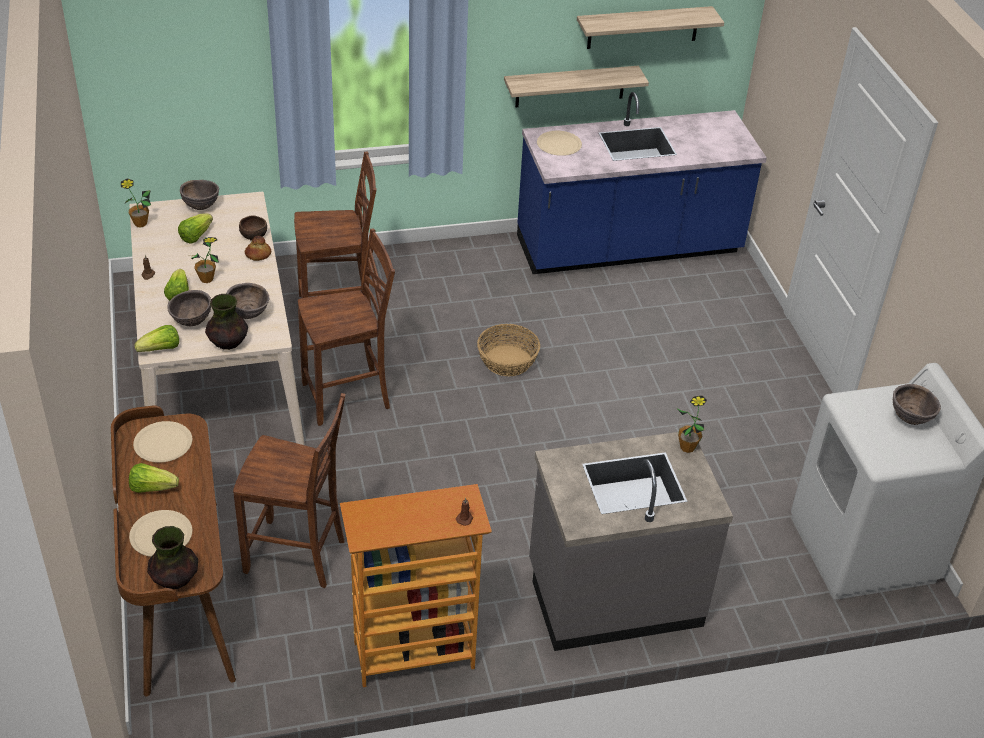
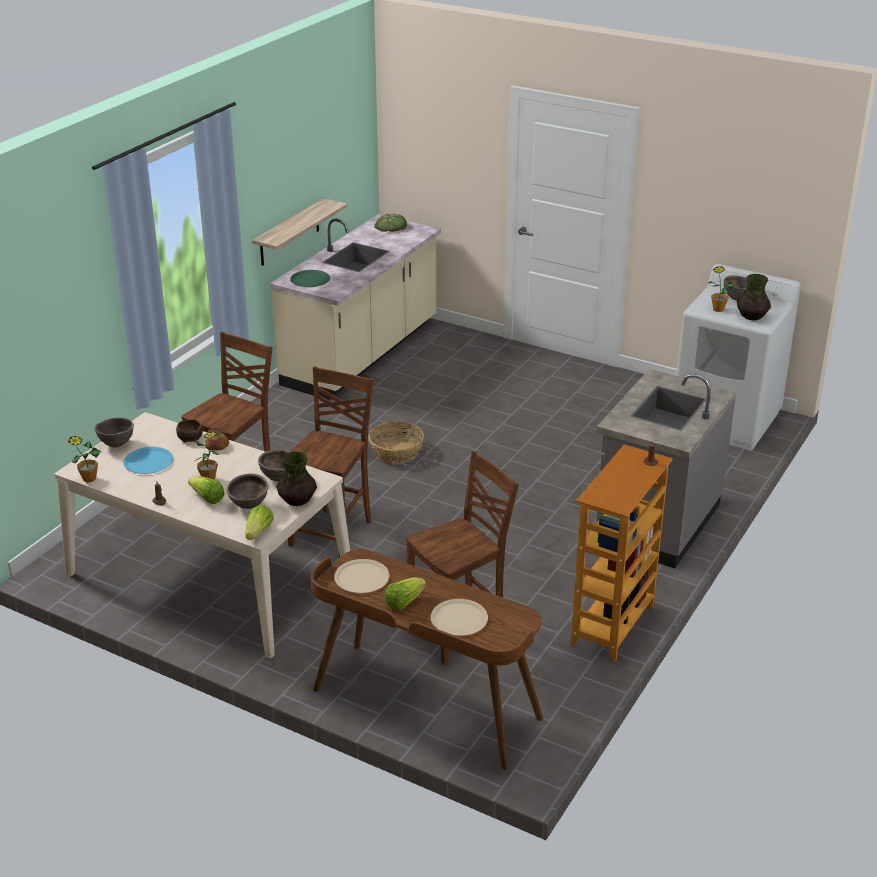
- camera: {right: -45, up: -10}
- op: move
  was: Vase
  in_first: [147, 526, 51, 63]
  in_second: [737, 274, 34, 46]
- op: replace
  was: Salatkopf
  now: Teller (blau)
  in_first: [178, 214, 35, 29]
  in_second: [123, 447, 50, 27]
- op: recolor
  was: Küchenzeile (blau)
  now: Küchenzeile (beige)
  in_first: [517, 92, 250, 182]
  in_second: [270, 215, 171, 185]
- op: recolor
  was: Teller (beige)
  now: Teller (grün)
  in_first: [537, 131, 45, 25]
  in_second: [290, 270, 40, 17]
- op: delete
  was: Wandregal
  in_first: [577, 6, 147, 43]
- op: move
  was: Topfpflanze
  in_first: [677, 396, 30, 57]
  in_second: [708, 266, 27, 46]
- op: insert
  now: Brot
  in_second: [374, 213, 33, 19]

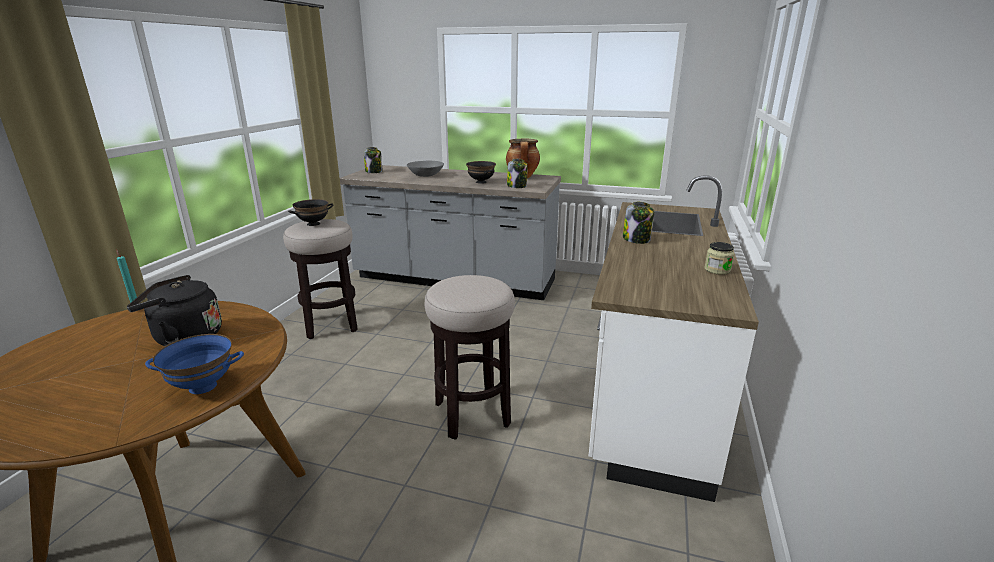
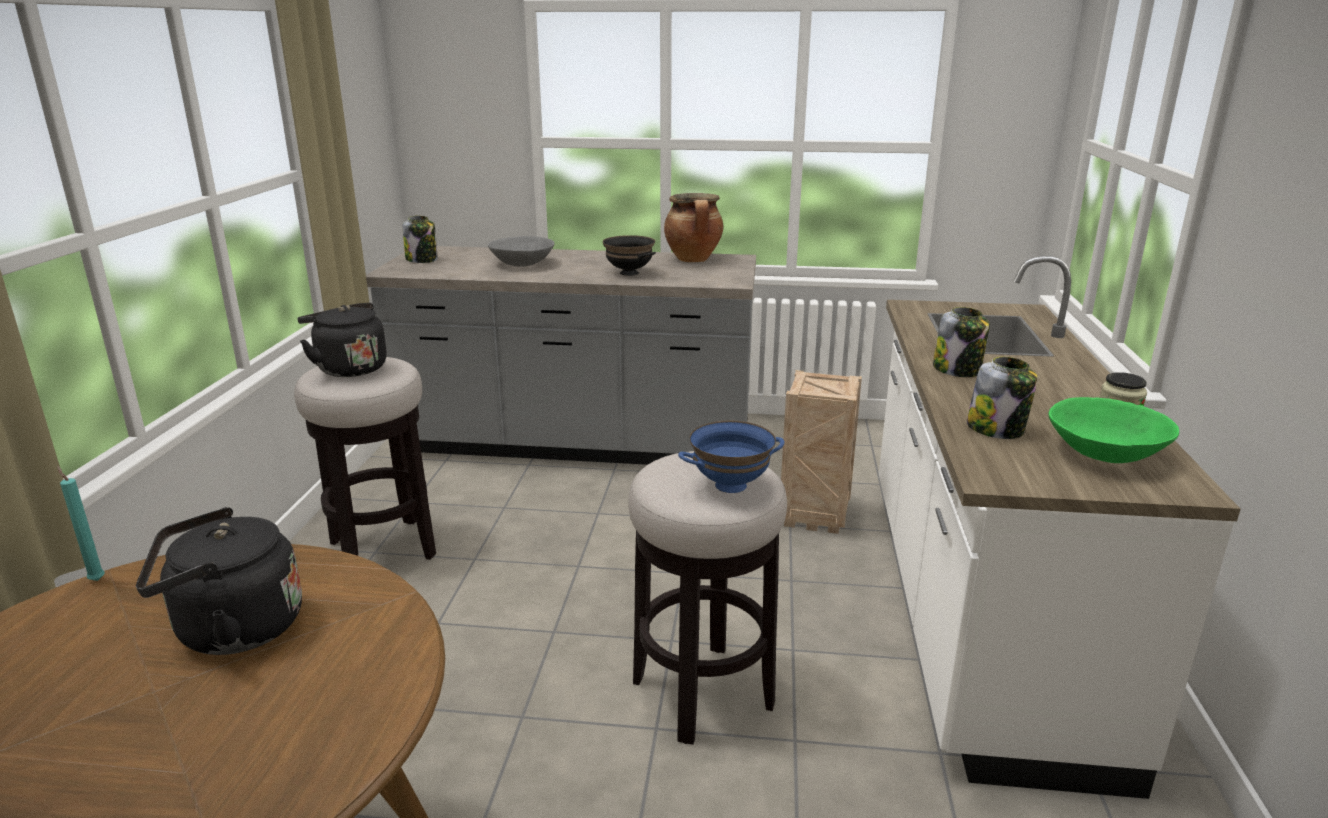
- camera: {right: -10, up: 0}
- op: move
  was: Schüssel (blau)
  in_first: [145, 334, 99, 60]
  in_second: [678, 421, 106, 72]
- op: replace
  was: Schüssel (schwarz)
  now: Wasserkessel (schwarz)
  in_first: [288, 199, 45, 27]
  in_second: [297, 303, 90, 74]
- op: move
  was: Vorratsglas
  in_first: [507, 159, 21, 29]
  in_second: [967, 357, 71, 82]
- op: insert
  now: Kiste
  in_second: [781, 370, 81, 164]
- op: insert
  now: Schüssel (grün)
  in_second: [1048, 397, 131, 66]

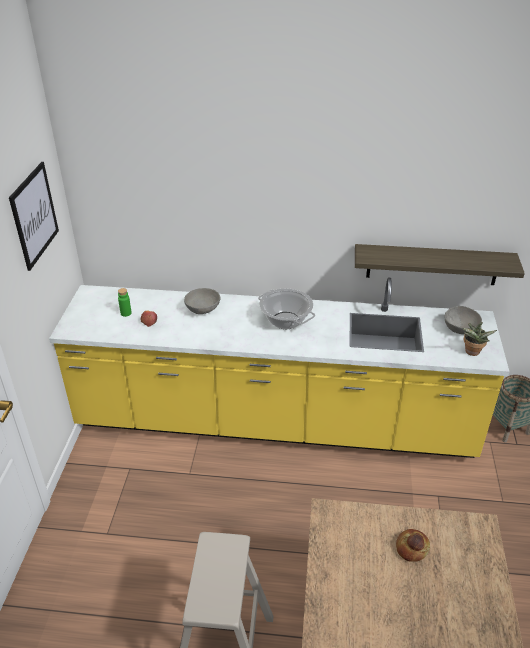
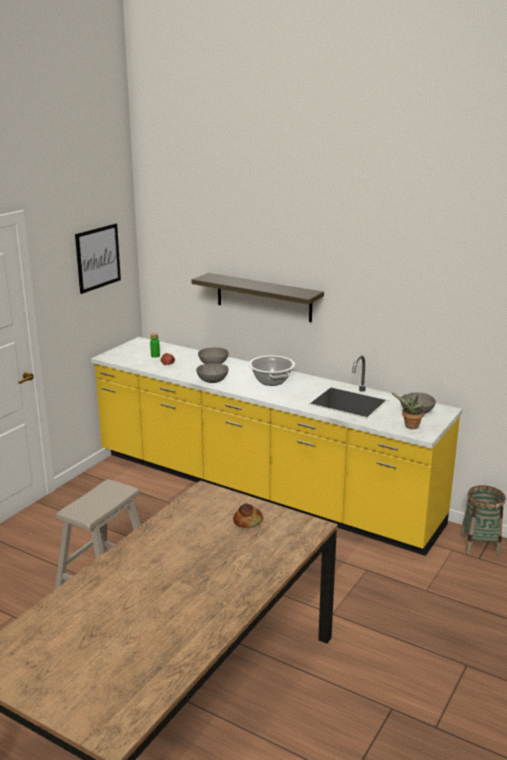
- camera: {right: 25, up: -15}
- op: move
  was: Wandregal
  in_first: [355, 244, 170, 41]
  in_second: [191, 273, 133, 49]
- op: insert
  now: Schüssel (grau)
  in_second: [196, 363, 33, 20]

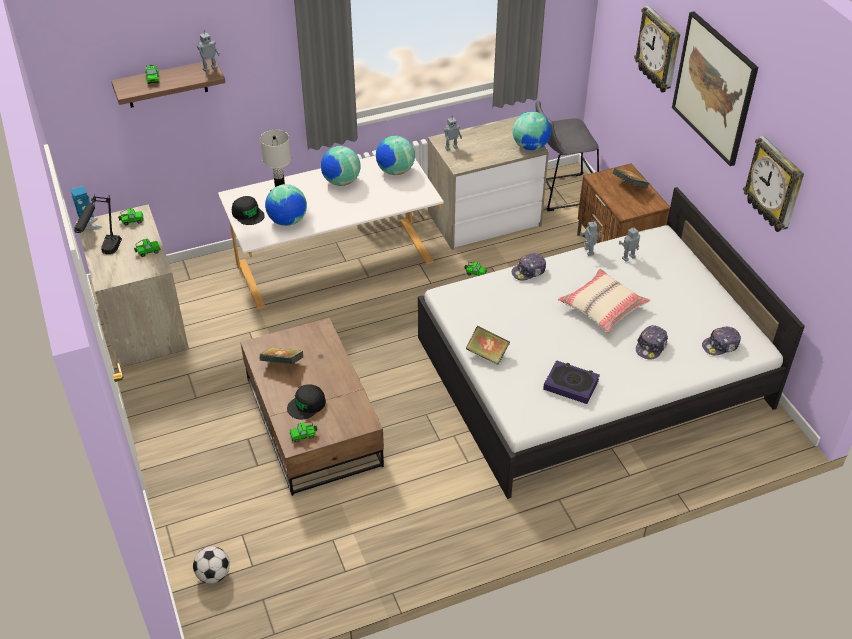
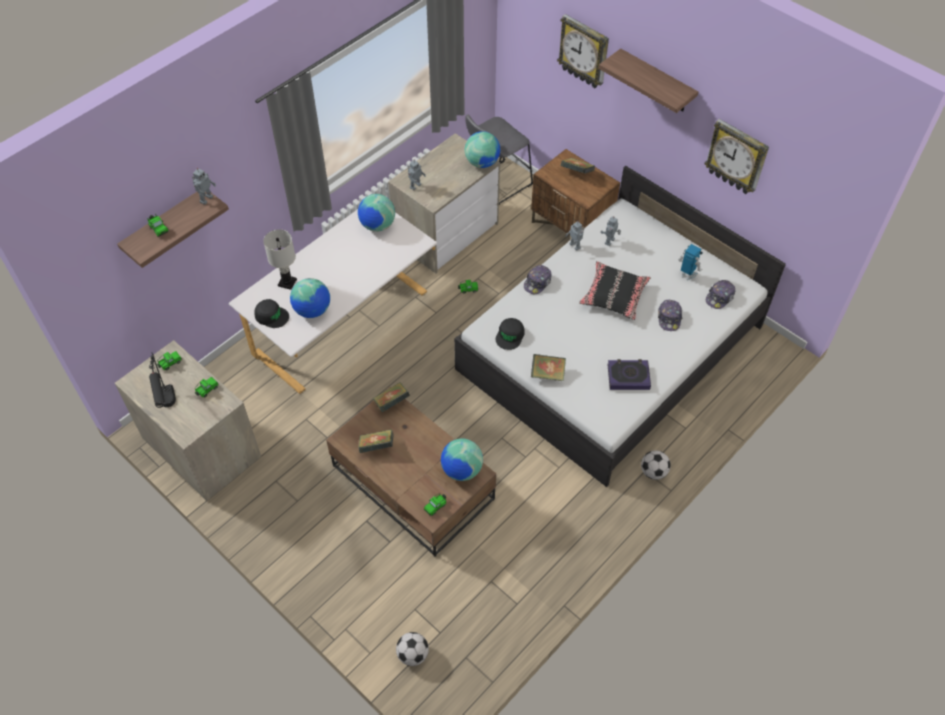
- camera: {right: -25, up: 10}
- op: move
  was: Spielzeugroboter
  in_first: [70, 186, 32, 44]
  in_second: [678, 244, 25, 36]
- op: move
  was: Kappe (schwarz)
  in_first: [287, 384, 39, 35]
  in_second: [496, 318, 29, 32]
- op: move
  was: Globus
  in_first: [321, 146, 40, 40]
  in_second: [441, 439, 42, 42]
- op: recolor
  was: Kissen (beige)
  now: Kissen (schwarz)
  in_first: [558, 269, 92, 64]
  in_second: [579, 261, 72, 59]
- op: replace
  was: Bild
  now: Wandregal
  in_first: [672, 11, 87, 155]
  in_second: [599, 48, 99, 65]
- op: insert
  now: Buch
  in_second: [373, 382, 37, 30]
- op: insert
  now: Fußball
  in_second: [641, 450, 30, 30]

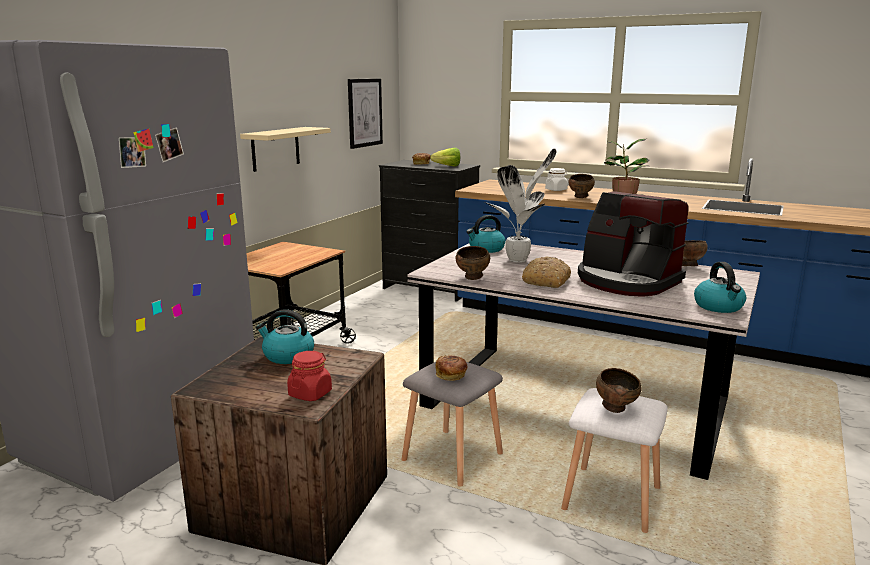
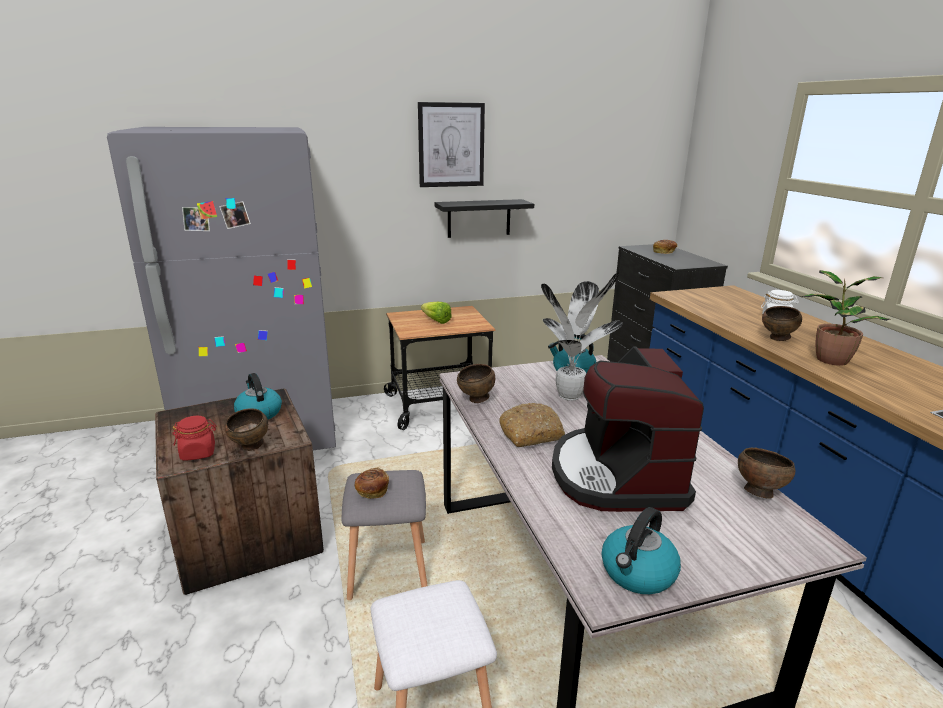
- camera: {right: 45, up: 5}
- op: recolor
  was: Wandregal (beige)
  now: Wandregal (schwarz)
  in_first: [240, 127, 91, 45]
  in_second: [435, 199, 99, 39]
- op: move
  was: Bild
  in_first: [348, 79, 35, 70]
  in_second: [418, 102, 67, 85]
- op: move
  was: Salatkopf
  in_first: [430, 148, 30, 19]
  in_second: [421, 301, 31, 23]
- op: move
  was: Schüssel (braun)
  in_first: [596, 368, 45, 45]
  in_second: [225, 408, 43, 43]

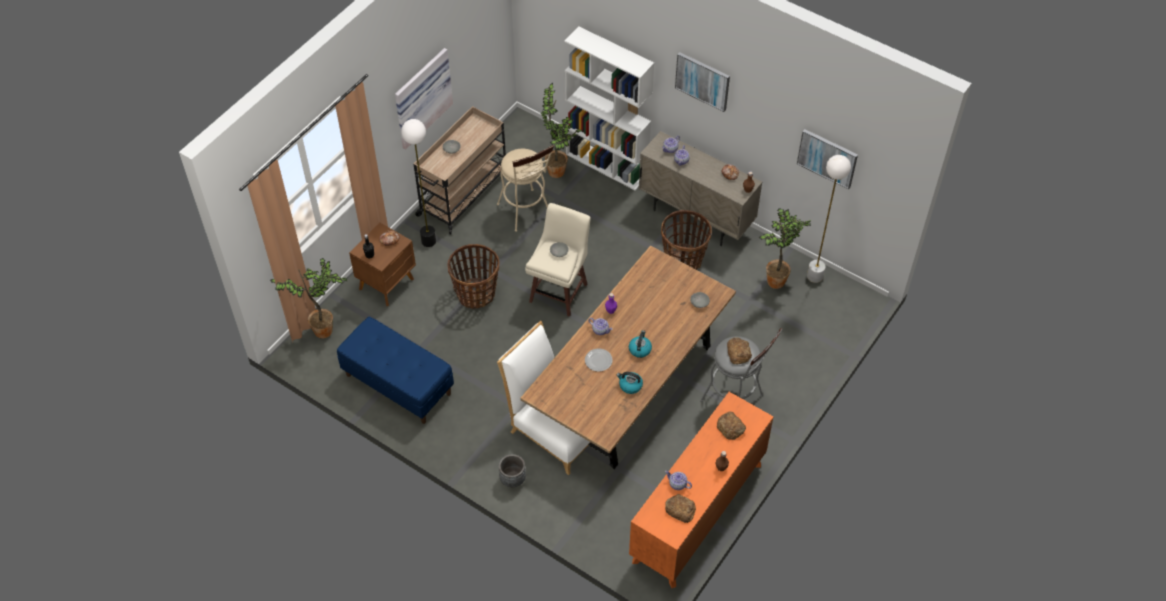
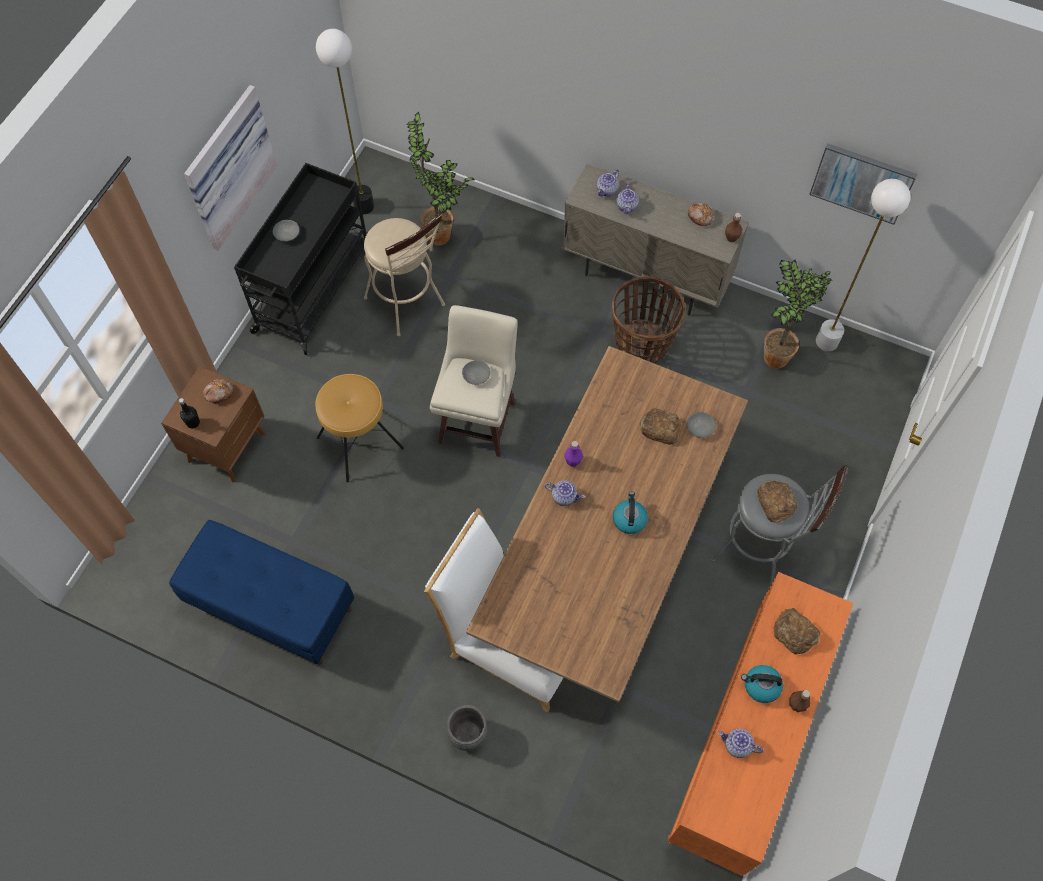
- camera: {right: -10, up: 10}
- op: delete
  was: Topfpflanze
  in_first: [270, 258, 77, 80]
- op: move
  was: Stehlampe
  in_first: [401, 119, 35, 128]
  in_second: [316, 29, 58, 185]
- op: recolor
  was: Rollwagen (beige)
  now: Rollwagen (schwarz)
  in_first: [414, 106, 92, 129]
  in_second: [234, 163, 133, 192]
- op: replace
  was: Korb
  now: Hocker (braun)
  in_first: [447, 244, 52, 65]
  in_second: [315, 374, 89, 108]
- op: delete
  was: Bücherregal (weiß)
  in_first: [564, 27, 90, 163]
- op: delete
  was: Teller
  in_first: [585, 348, 28, 24]
- op: move
  was: Wasserkessel
  in_first: [616, 372, 27, 22]
  in_second: [741, 665, 42, 38]
- op: move
  was: Brot
  in_first: [665, 494, 31, 29]
  in_second: [640, 408, 41, 37]
- op: delete
  was: Bild
  in_first: [675, 52, 55, 60]

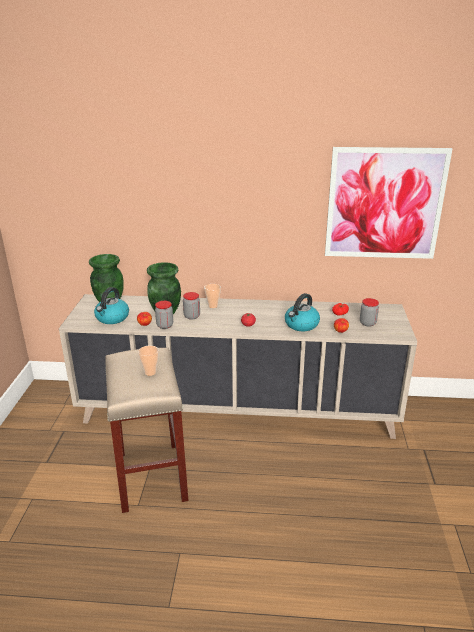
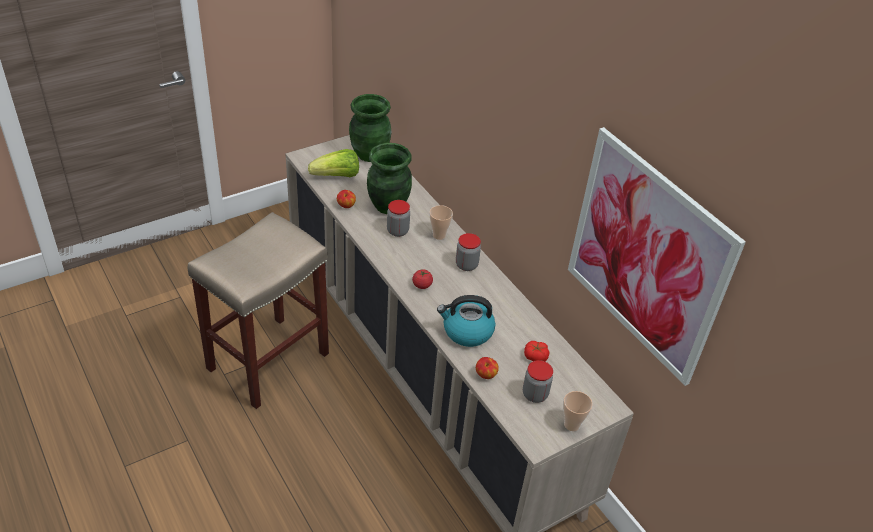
- camera: {right: 50, up: 15}
- op: replace
  was: Wasserkessel
  now: Salatkopf
  in_first: [94, 287, 35, 37]
  in_second: [308, 149, 51, 28]
- op: move
  was: Tasse
  in_first: [138, 346, 21, 30]
  in_second: [563, 391, 29, 40]
- op: move
  was: Vorratsglas
  in_first: [155, 301, 18, 28]
  in_second: [456, 233, 25, 38]

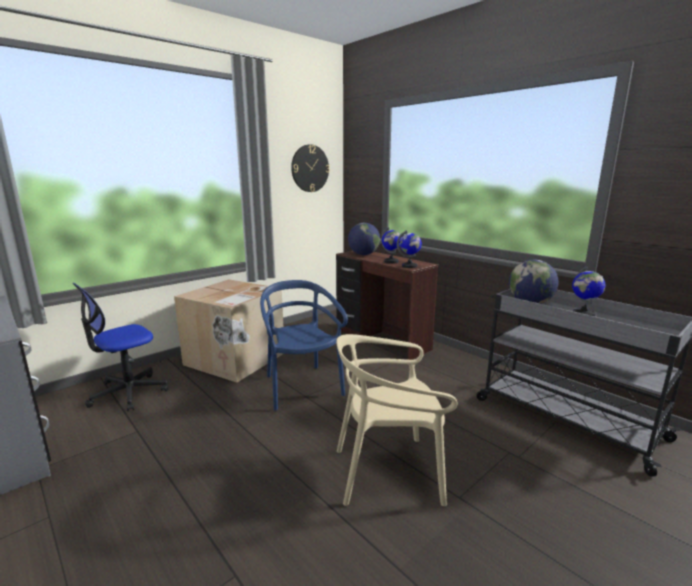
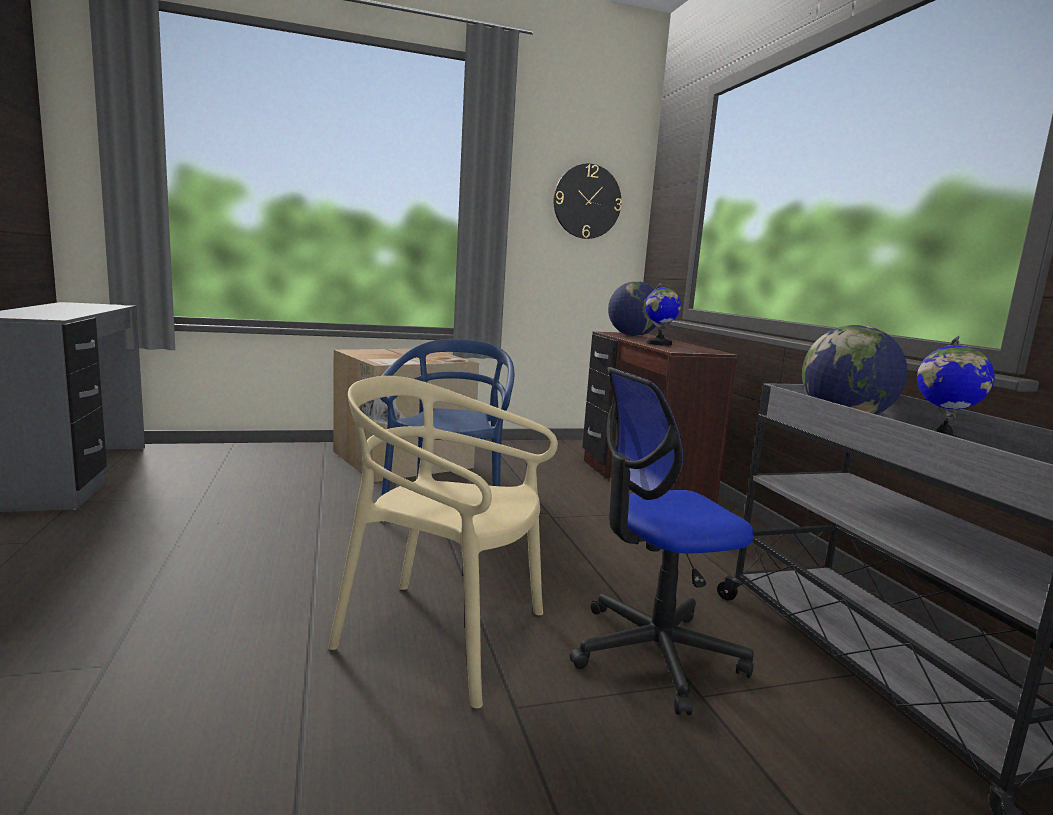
- camera: {right: 25, up: -5}
- op: move
  was: Bürostuhl
  in_first: [73, 283, 96, 128]
  in_second: [570, 367, 184, 348]
- op: delete
  was: Globus
  in_first: [397, 230, 25, 38]

